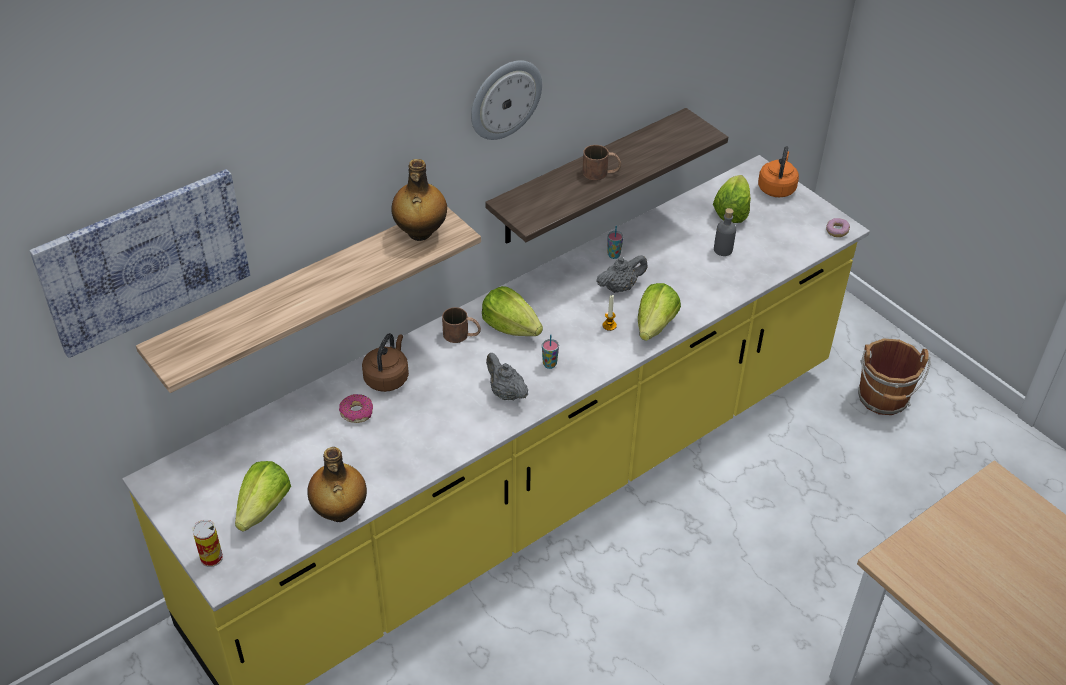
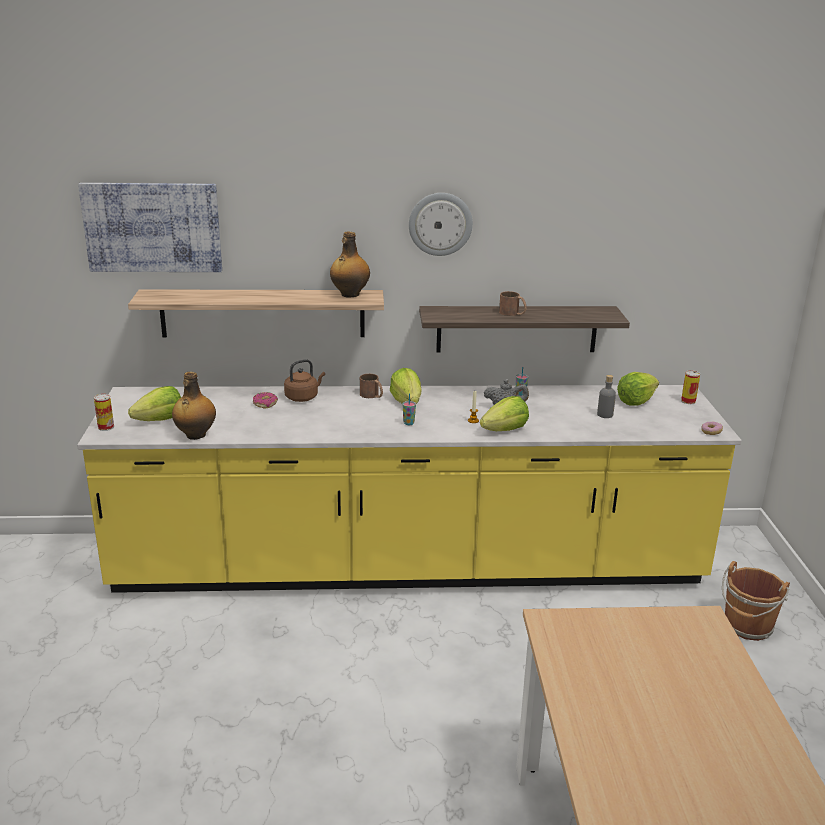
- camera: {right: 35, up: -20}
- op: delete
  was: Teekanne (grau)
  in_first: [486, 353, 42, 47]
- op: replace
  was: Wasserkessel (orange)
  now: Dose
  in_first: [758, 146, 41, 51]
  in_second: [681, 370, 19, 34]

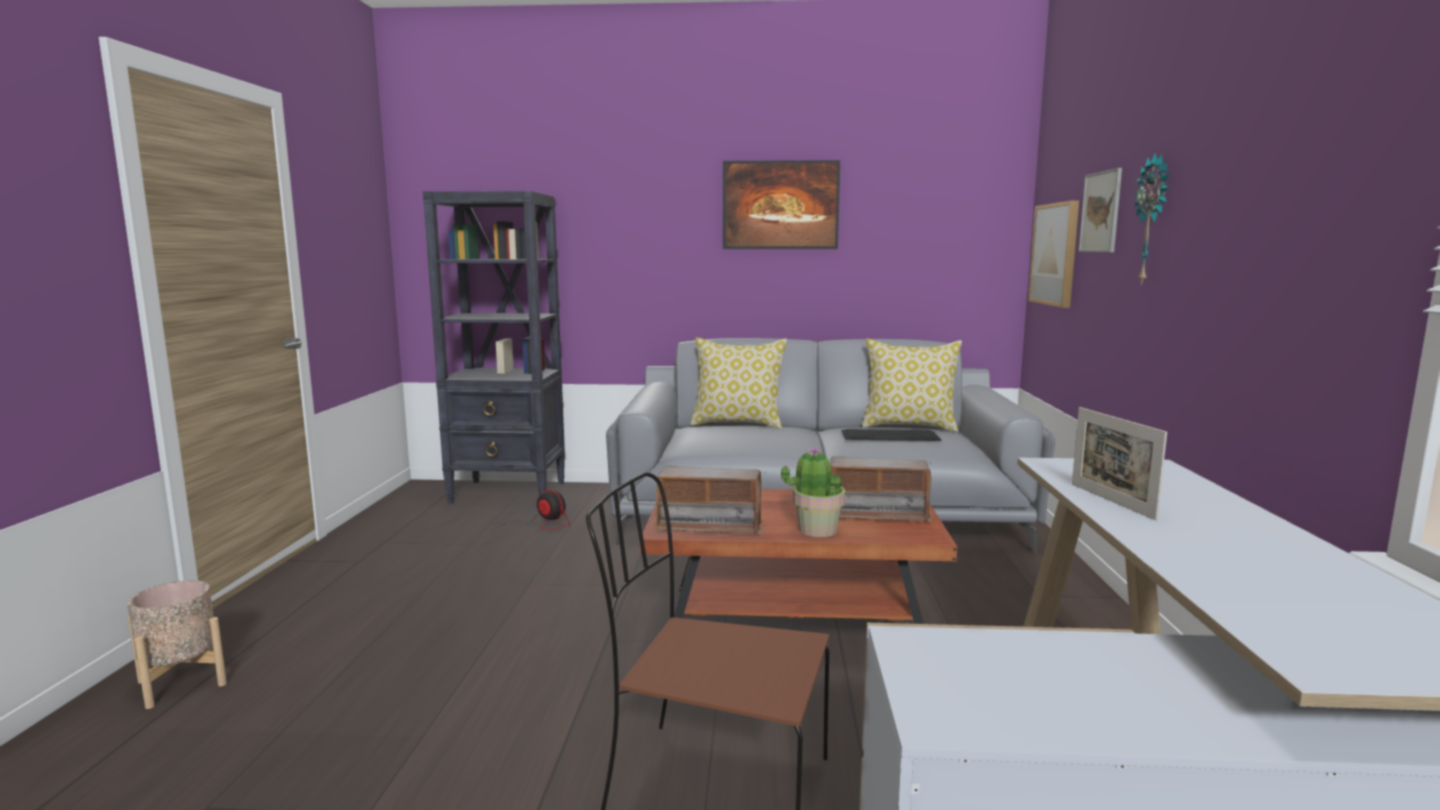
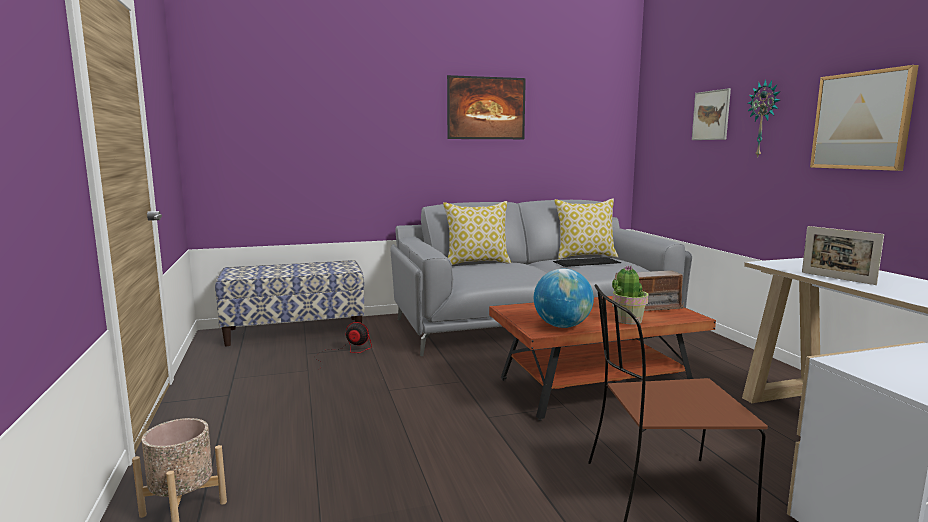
- camera: {right: -20, up: 0}
- op: replace
  was: Bücherregal (schwarz)
  now: Bank
  in_first: [423, 191, 142, 313]
  in_second: [215, 260, 150, 86]
- op: replace
  was: Radio
  now: Globus
  in_first: [651, 466, 115, 68]
  in_second: [534, 269, 60, 59]
- op: move
  was: Bild
  in_first: [1028, 200, 51, 108]
  in_second: [810, 65, 109, 106]

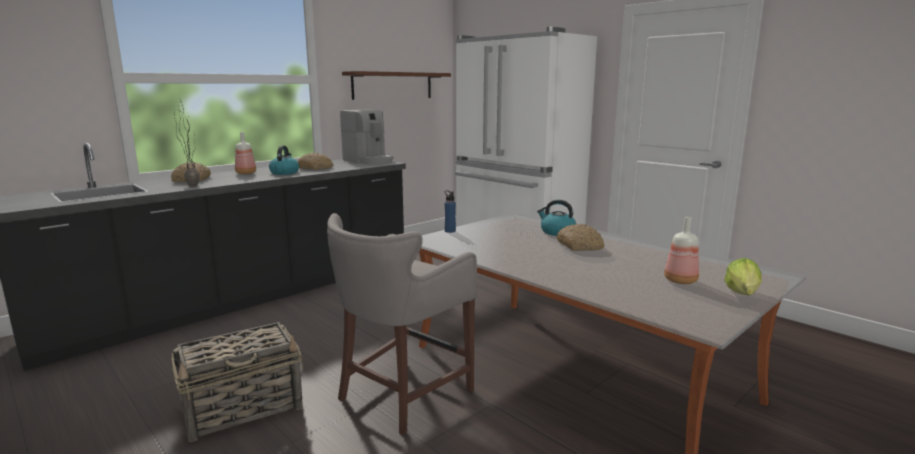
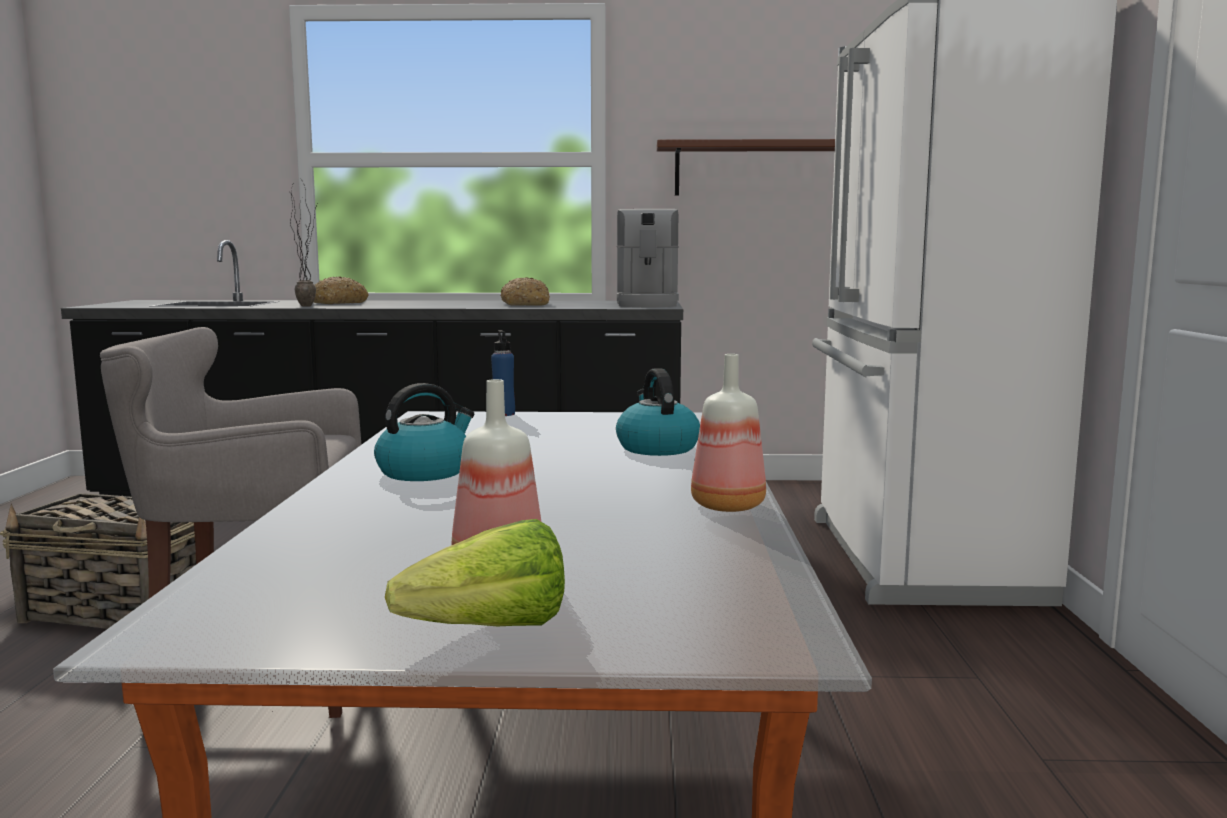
- camera: {right: 45, up: -5}
- op: move
  was: Flasche
  in_first: [235, 132, 21, 42]
  in_second: [691, 354, 75, 158]
- op: move
  was: Wasserkessel
  in_first: [269, 146, 30, 29]
  in_second: [374, 383, 100, 98]
- op: delete
  was: Brot
  in_first: [557, 224, 48, 27]

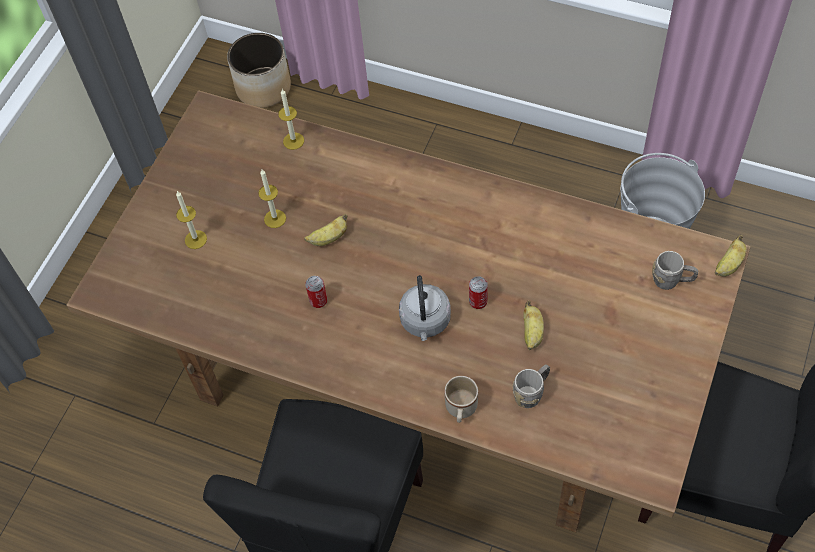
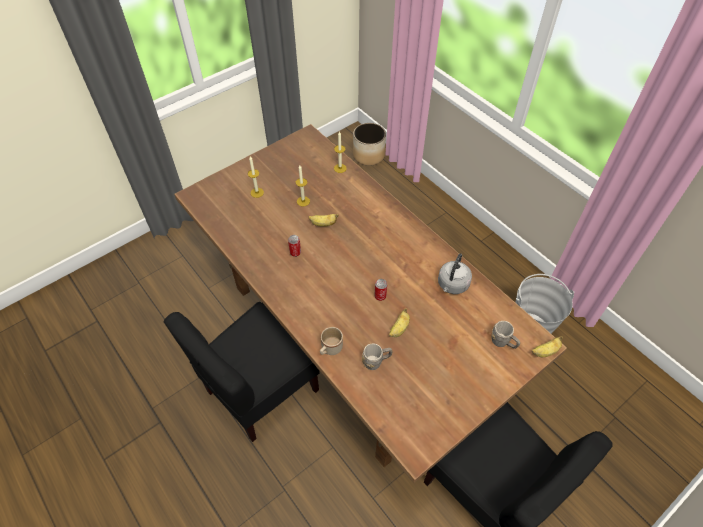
- camera: {right: 25, up: -5}
- op: move
  was: Wasserkessel (grau)
  in_first: [399, 275, 52, 66]
  in_second: [438, 253, 34, 41]

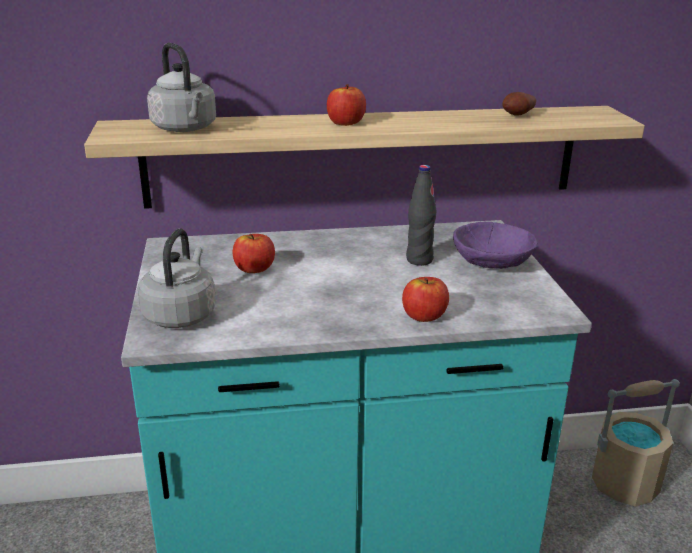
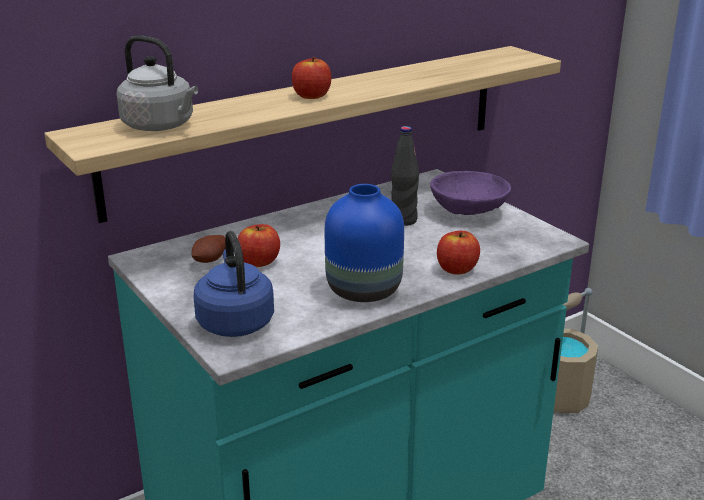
- camera: {right: -25, up: 0}
- op: recolor
  was: Wasserkessel (grau)
  now: Wasserkessel (blau)
  in_first: [138, 229, 78, 99]
  in_second: [194, 231, 80, 106]
- op: move
  was: Kartoffel
  in_first: [502, 92, 34, 24]
  in_second: [191, 235, 35, 28]
- op: insert
  now: Vase (blau)
  in_second: [325, 184, 79, 118]

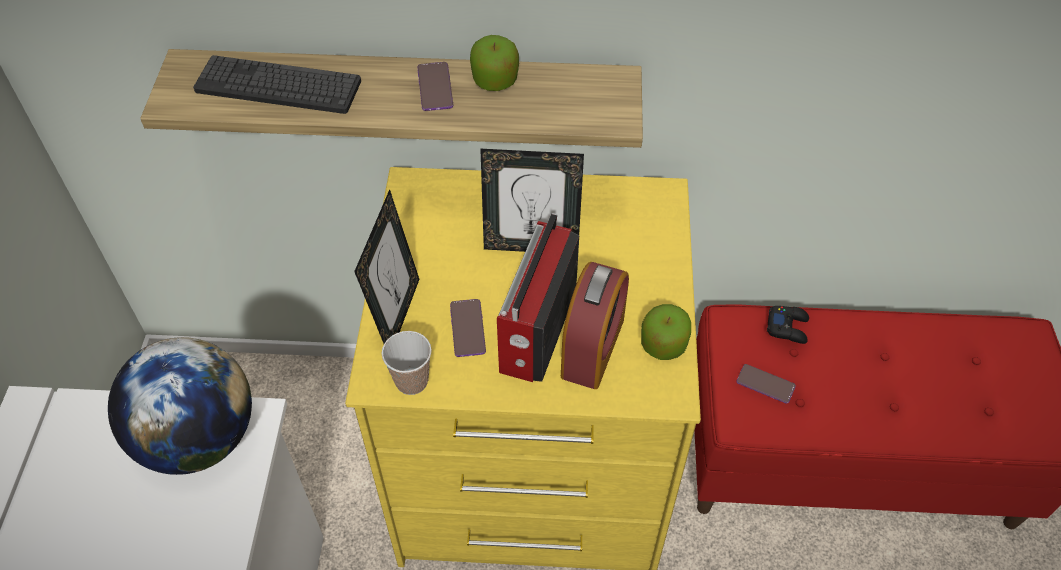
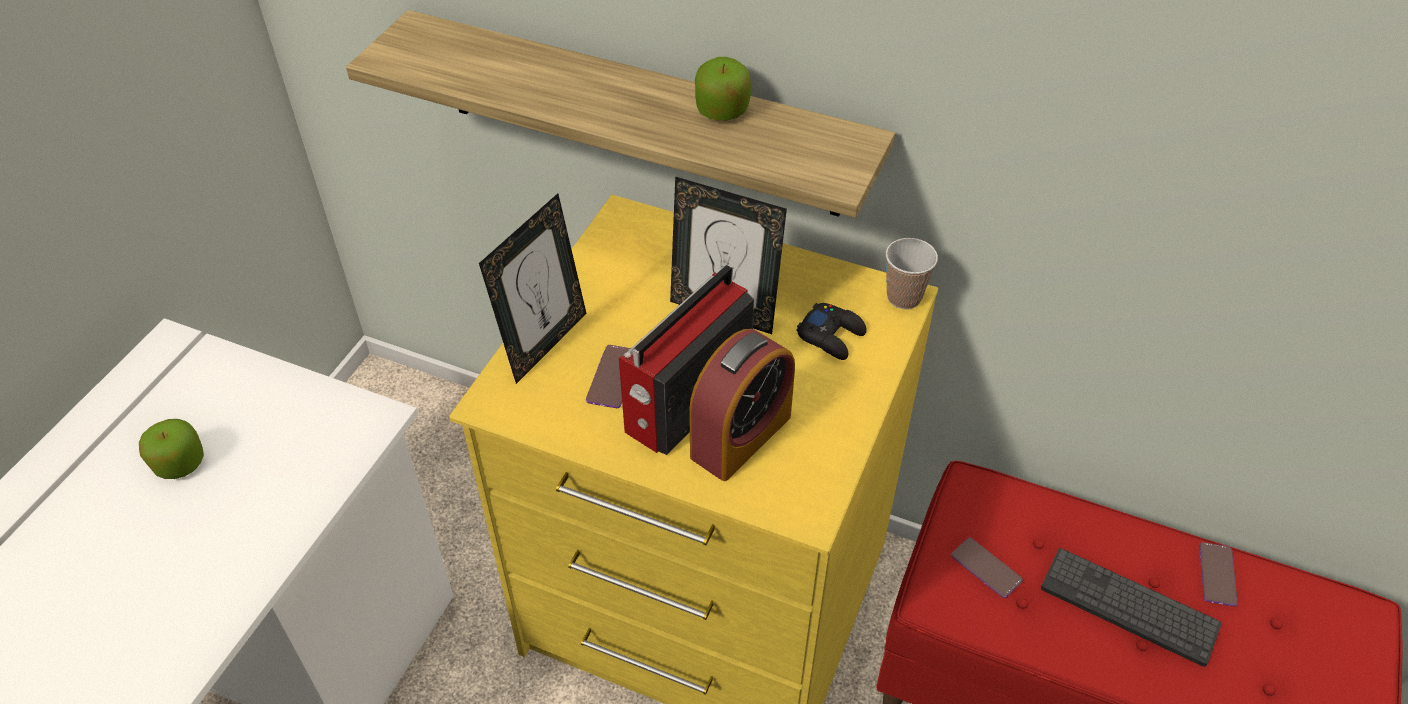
- camera: {right: 20, up: -5}
- op: delete
  was: Globus
  in_first: [108, 337, 144, 138]
- op: move
  was: Tastatur
  in_first: [193, 55, 168, 59]
  in_second: [1041, 548, 180, 119]
- op: move
  was: Tasse
  in_first: [382, 331, 50, 64]
  in_second: [886, 238, 52, 71]
- op: move
  was: Handy
  in_first: [418, 62, 35, 49]
  in_second: [1199, 542, 39, 64]
- op: move
  was: Apfel
  in_first: [641, 304, 50, 56]
  in_second: [139, 419, 65, 60]
- op: move
  was: Gamepad (schwarz)
  in_first: [767, 306, 42, 38]
  in_second: [797, 303, 70, 57]

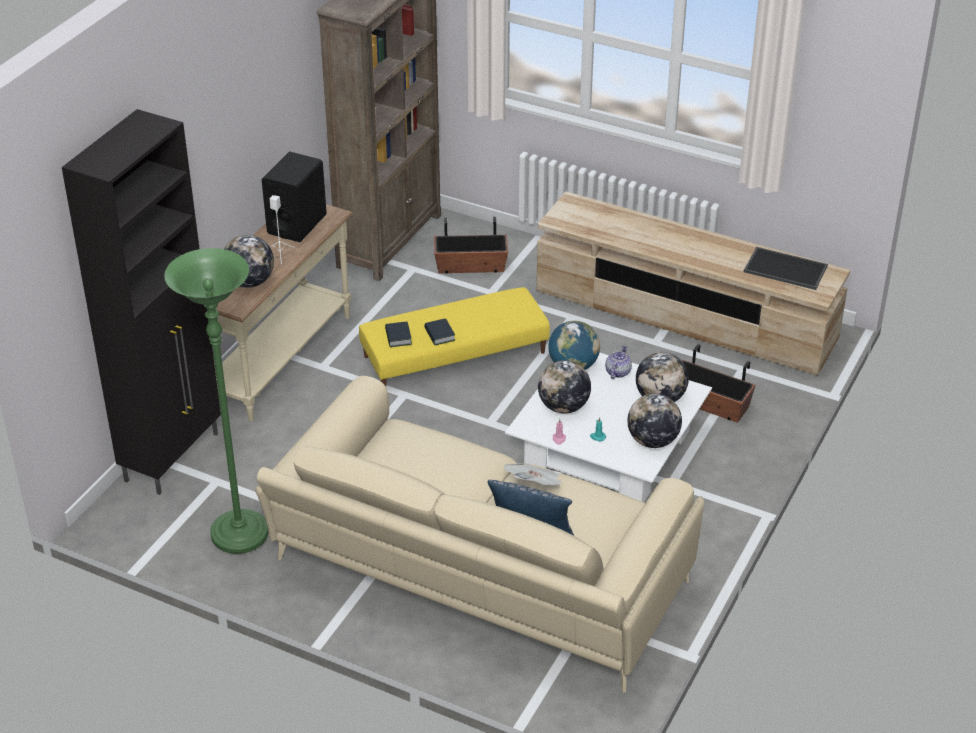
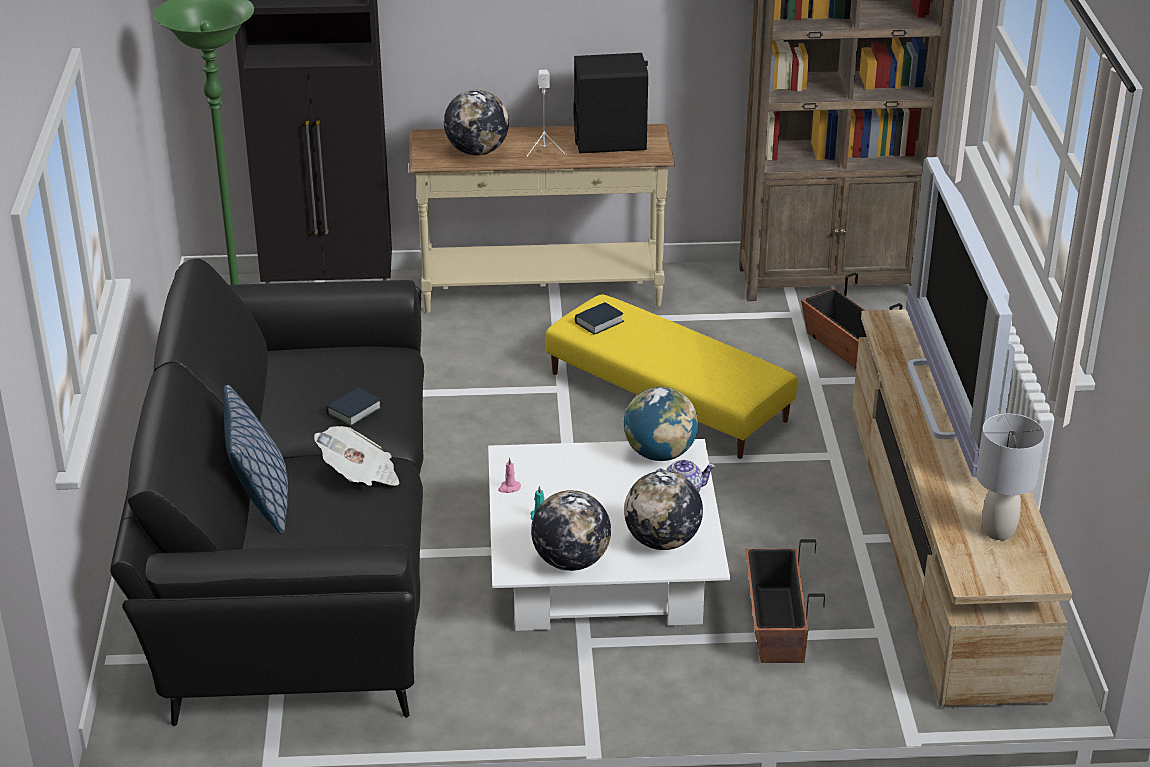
- camera: {right: 60, up: -5}
- op: recolor
  was: Sofa (beige)
  now: Sofa (schwarz)
  in_first: [255, 376, 449, 317]
  in_second: [110, 259, 314, 467]
- op: move
  was: Buch
  in_first: [424, 318, 31, 27]
  in_second: [326, 388, 56, 39]
- op: delete
  was: Globus
  in_first: [538, 360, 53, 53]
- op: replace
  was: Tablett
  now: Tischlampe (grau)
  in_first: [744, 247, 84, 43]
  in_second: [976, 414, 69, 126]
- op: insert
  now: Fernseher
  in_second: [906, 157, 109, 320]

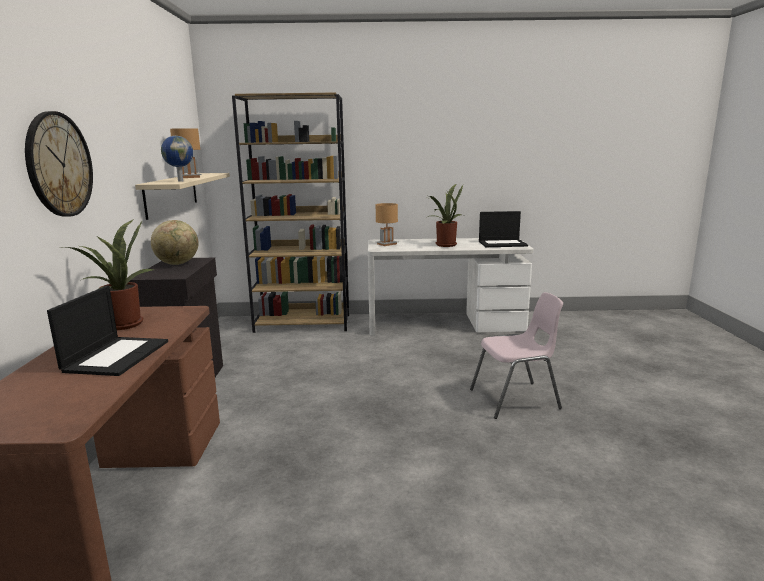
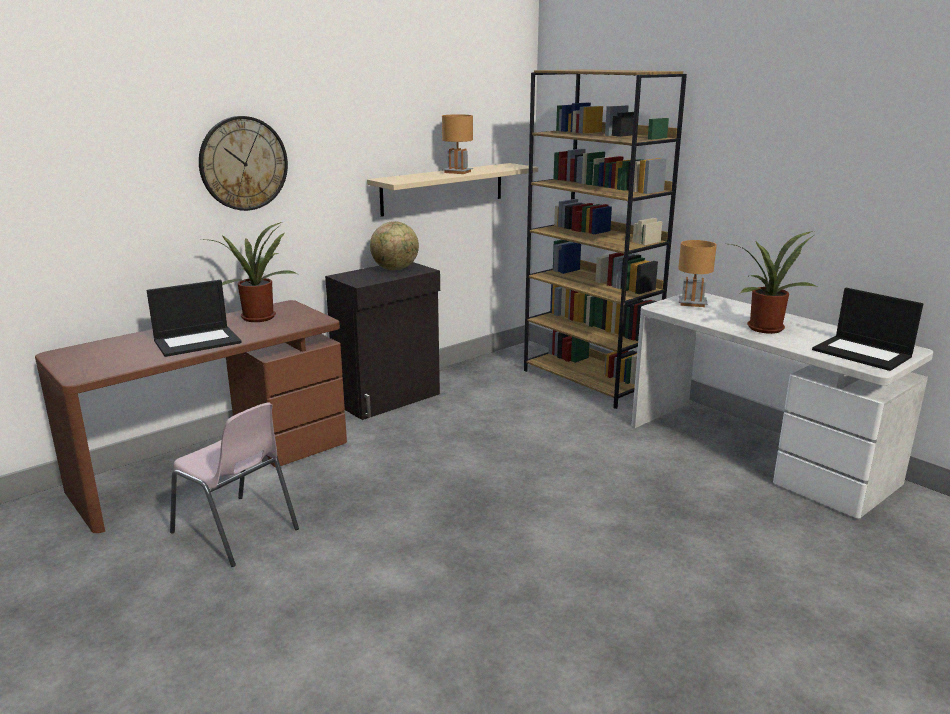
- camera: {right: 50, up: 5}
- op: delete
  was: Globus
  in_first: [161, 136, 32, 46]
- op: move
  was: Stuhl (rosa)
  in_first: [470, 292, 93, 127]
  in_second: [170, 402, 129, 165]

